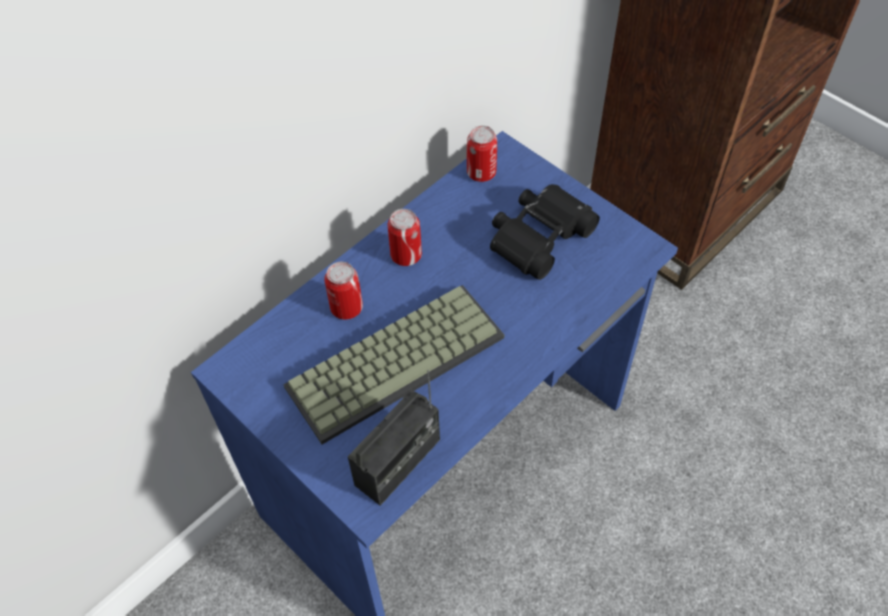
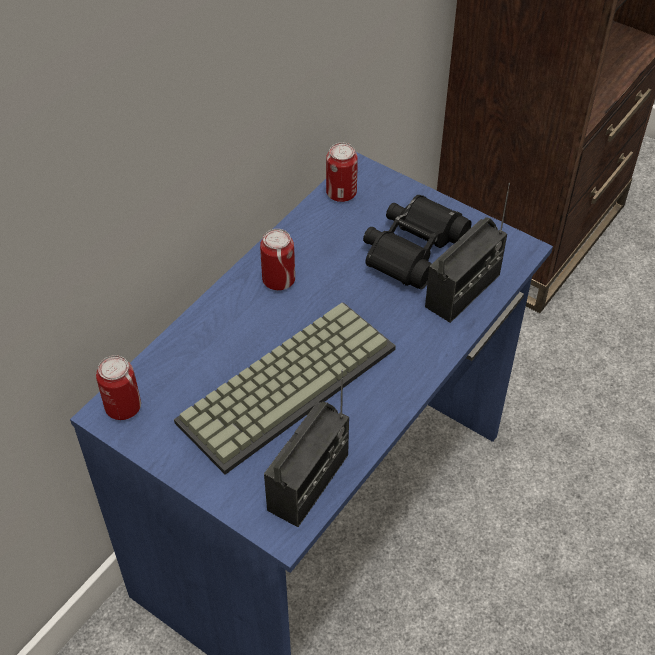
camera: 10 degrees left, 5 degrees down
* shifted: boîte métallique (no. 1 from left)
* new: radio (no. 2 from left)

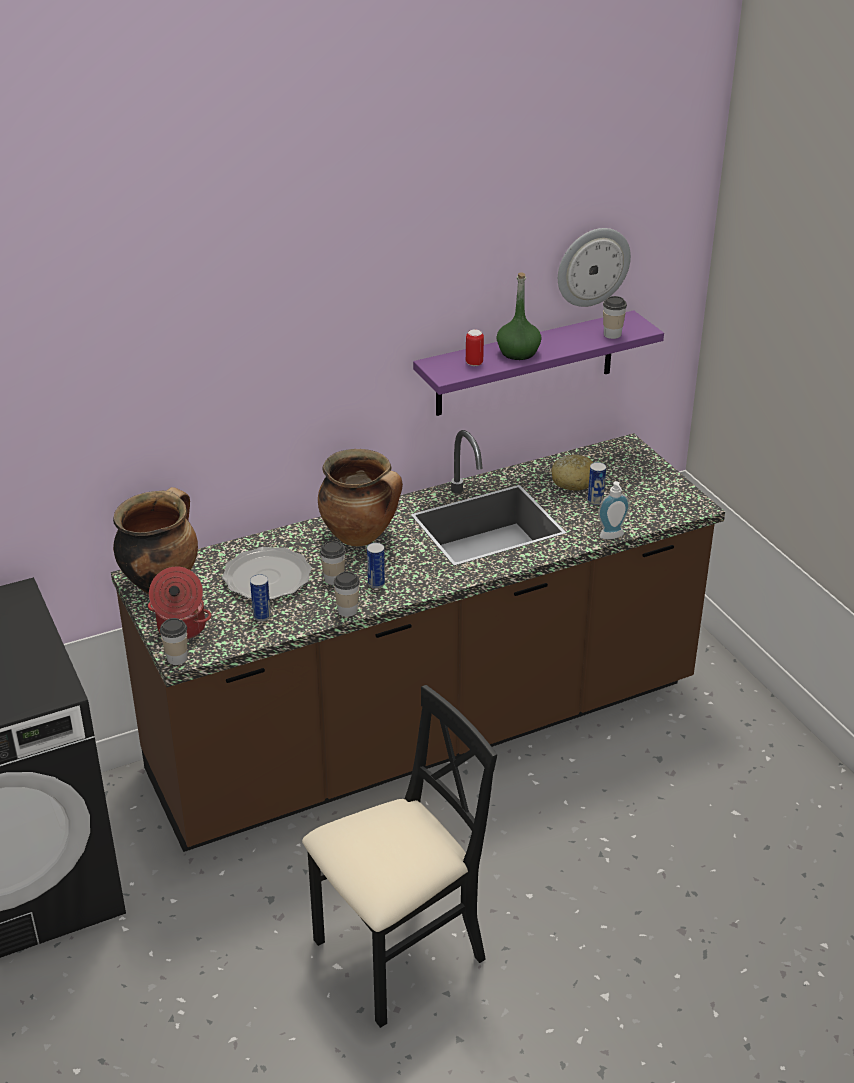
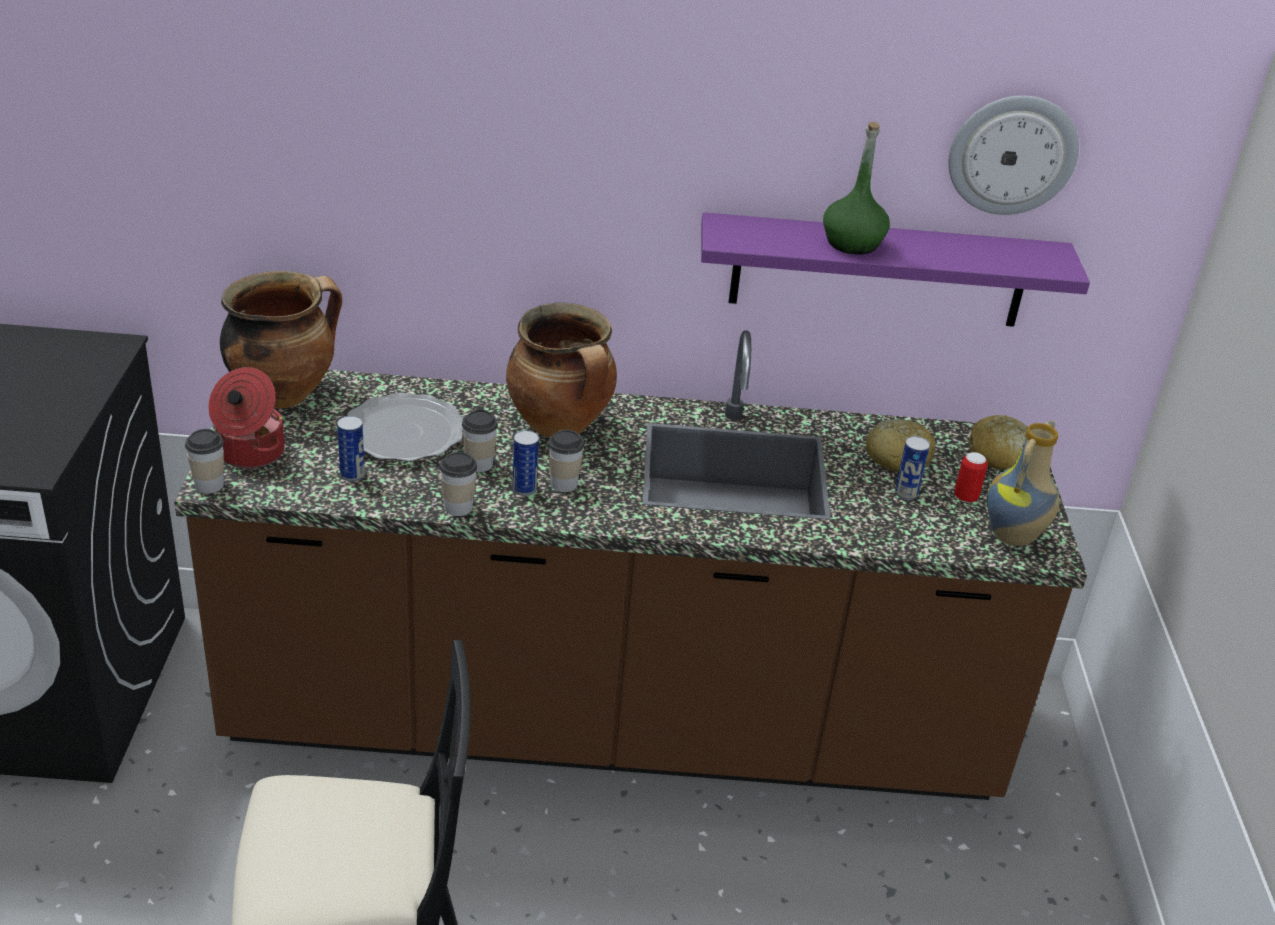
camera: 25 degrees right, 0 degrees up
* shifted: tasse (no. 4 from left)
* shifted: boîte métallique (no. 3 from left in the first image) to boîte métallique (no. 4 from left)
* new: pain (no. 2 from left)
* new: vase
* gone: distributeur de savon

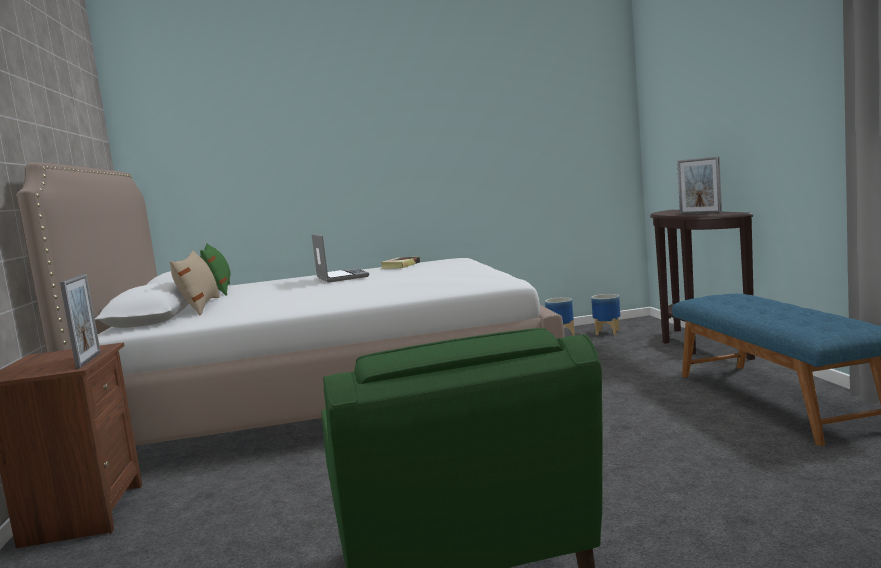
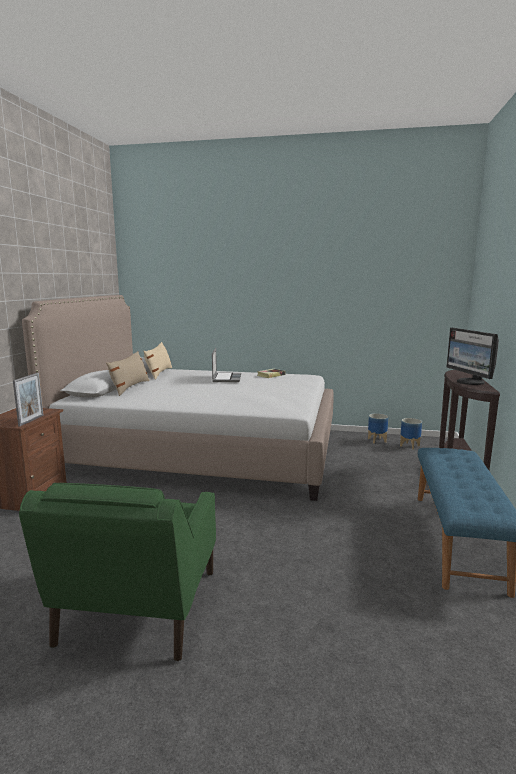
camera: 20 degrees right, 5 degrees up
* repainted: coussin (vert) to coussin (beige) (no. 2 from left)
* swapped: cadre photo (no. 2 from left) to écran d'ordinateur

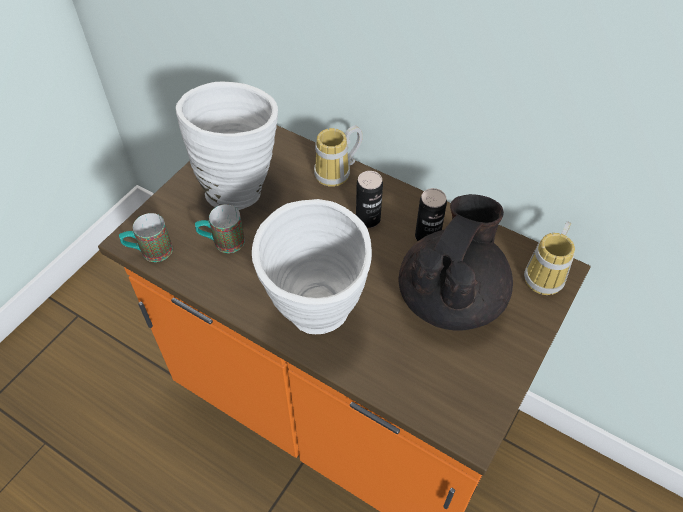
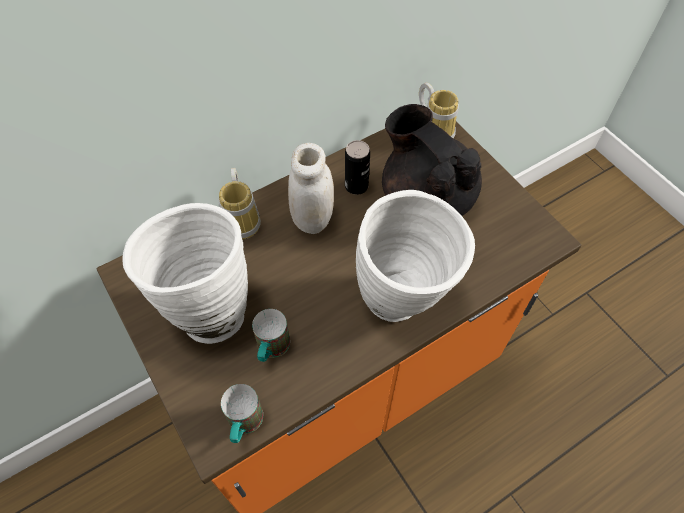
camera: 65 degrees left, 5 degrees up
* swapped: boîte métallique (no. 1 from left) to bocal (blanc)

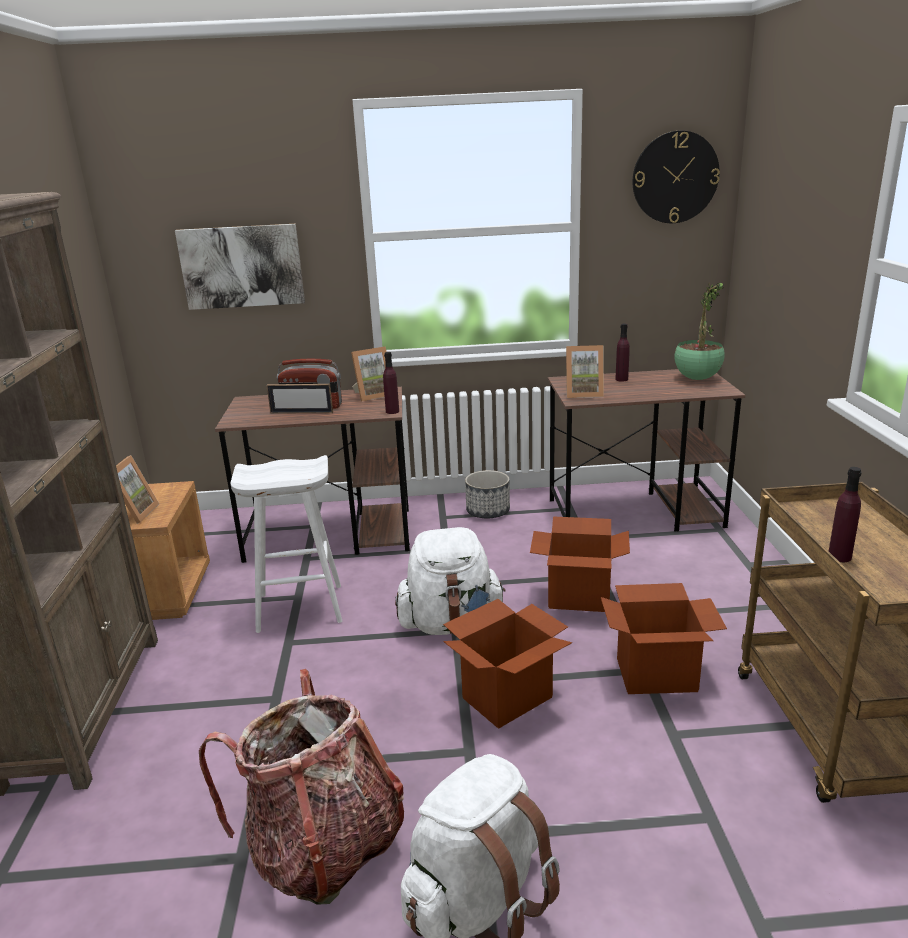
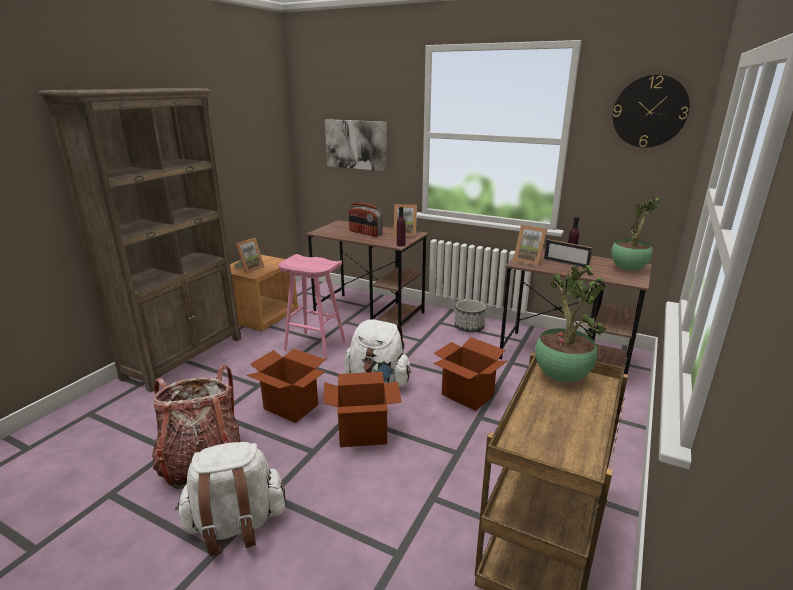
camera: 30 degrees right, 0 degrees up
* shifted: carton (no. 3 from left in the first image) to carton (no. 1 from left)
* repainted: tabouret (blanc) to tabouret (rose)
* new: plante en pot (no. 1 from left)
* shifted: cadre photo (no. 2 from left in the first image) to cadre photo (no. 4 from left)
* gone: bouteille (violet) (no. 3 from left)

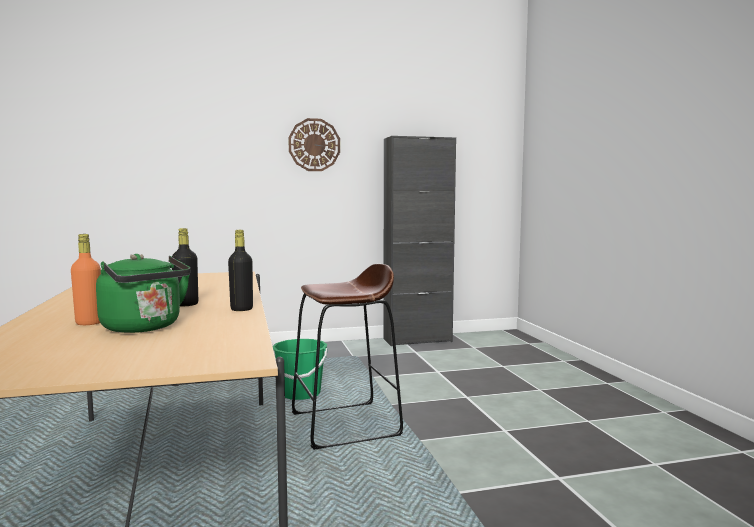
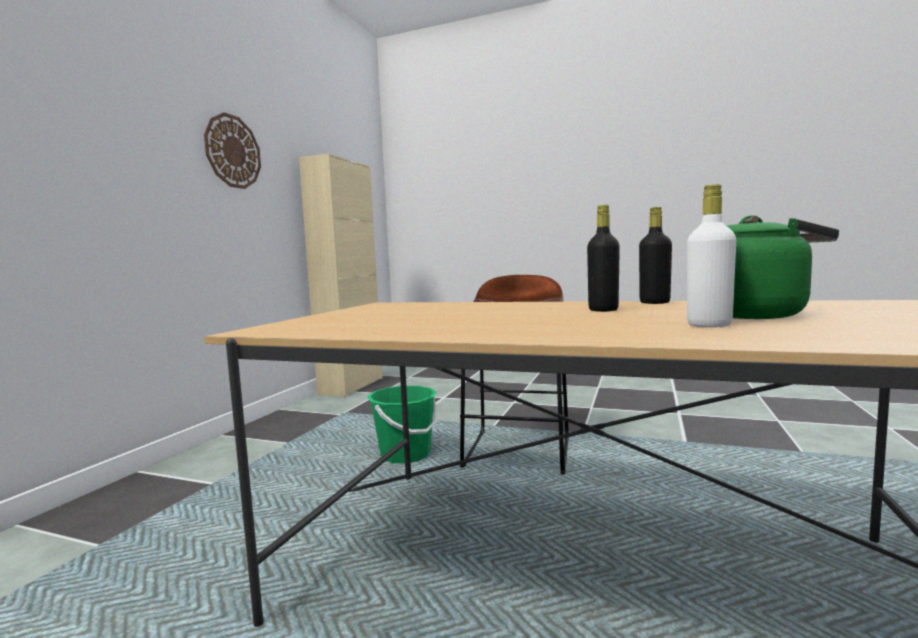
camera: 55 degrees left, 0 degrees up
* repainted: meuble de rangement (noir) to meuble de rangement (beige)
* repainted: bouteille (orange) to bouteille (blanc)

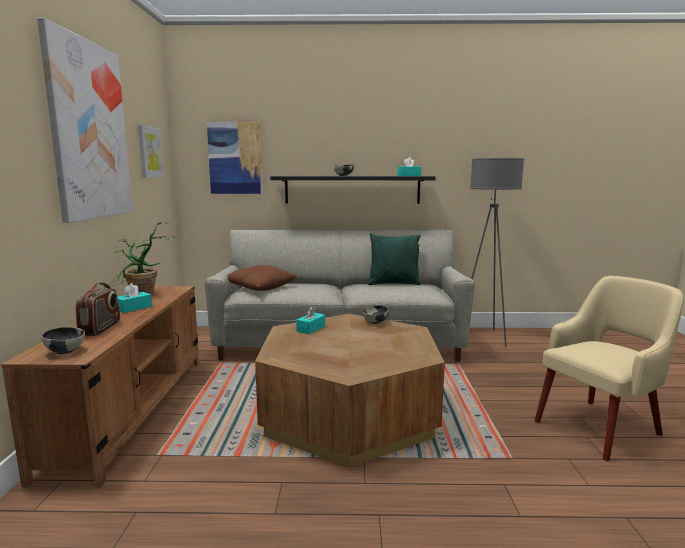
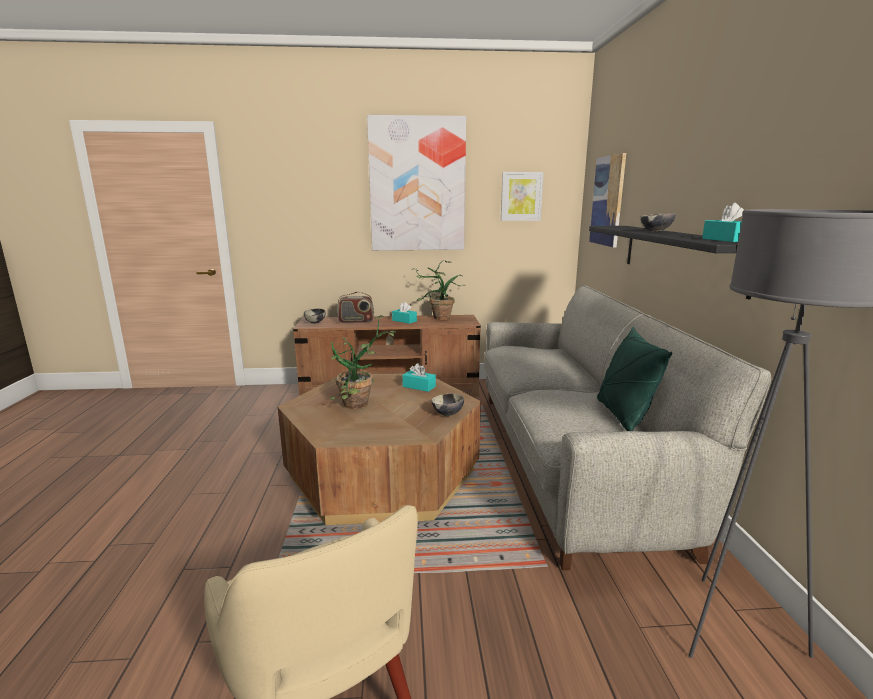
camera: 85 degrees right, 5 degrees up
* new: plante en pot (no. 1 from left)
* gone: coussin (marron)

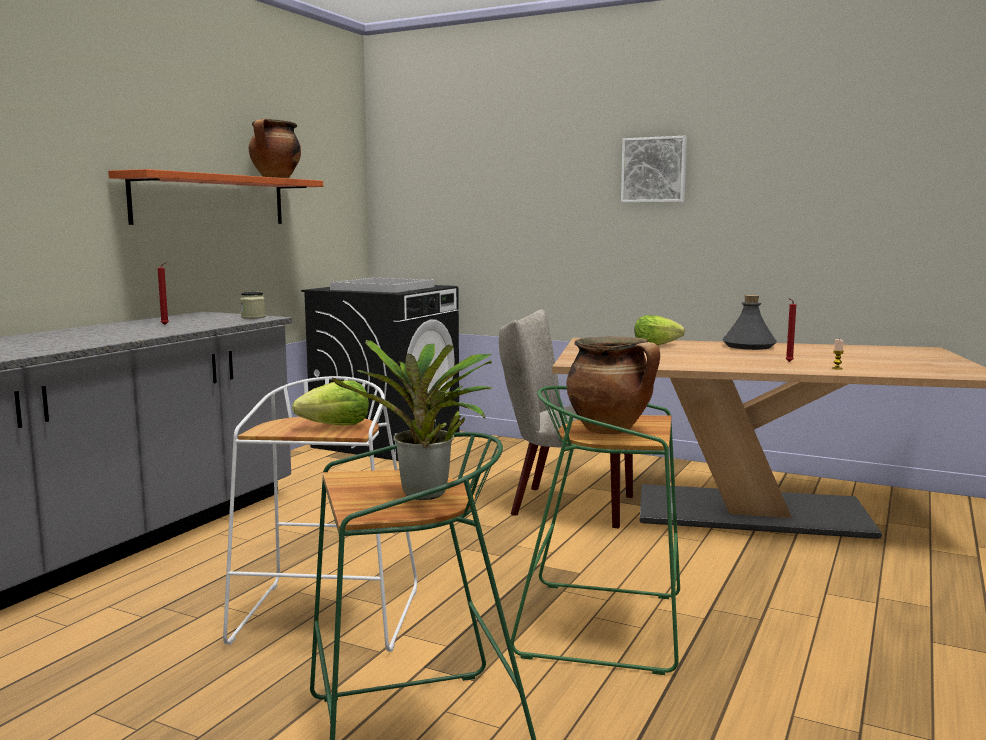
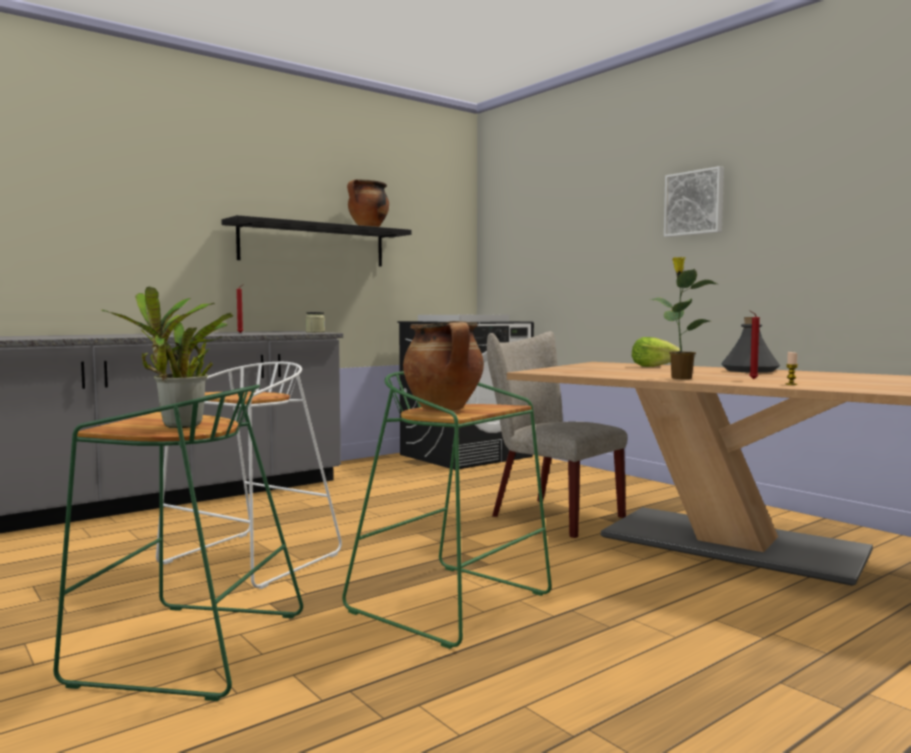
camera: 25 degrees right, 5 degrees down
* repainted: étagère (orange) to étagère (noir)
* new: plante en pot (no. 2 from left)
* gone: laitue (no. 1 from left)

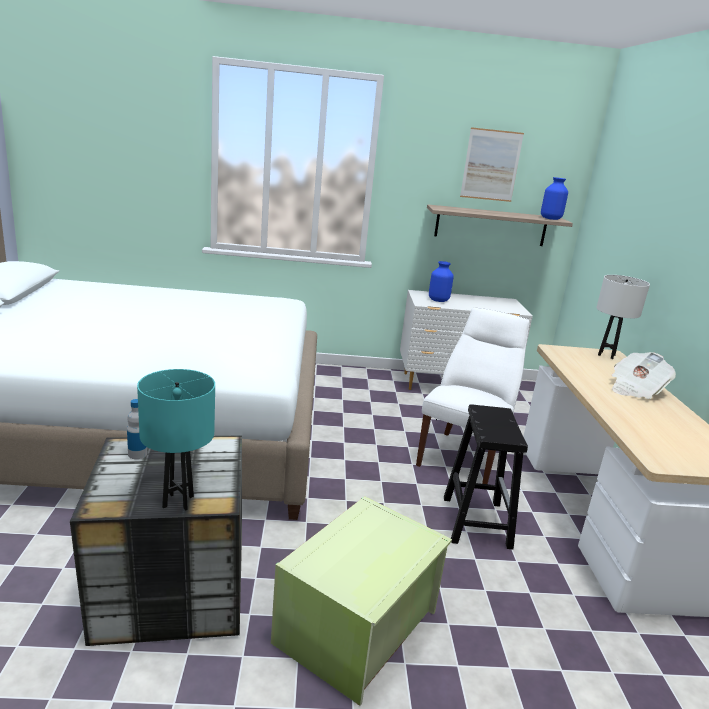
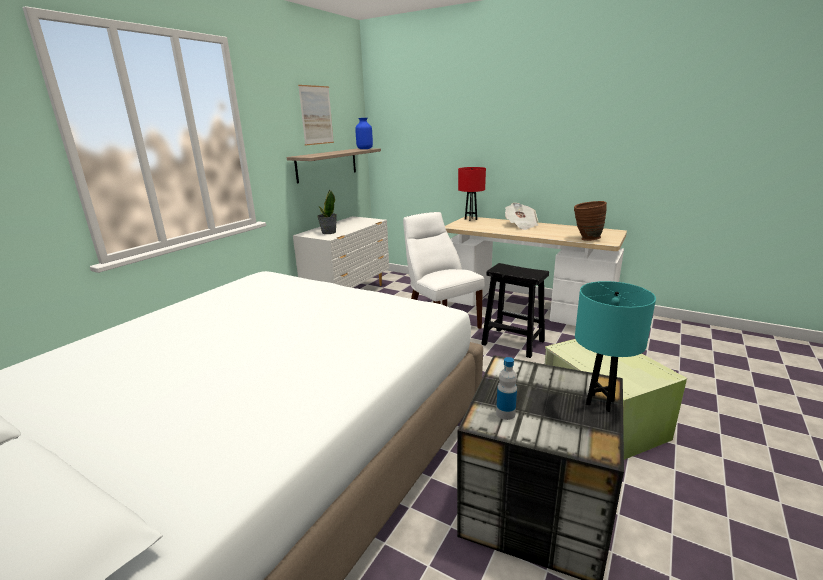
camera: 55 degrees left, 0 degrees up
* swapped: vase (bleu) (no. 1 from left) to plante en pot
* repainted: lampe de table (blanc) to lampe de table (rouge)
* new: vase (marron)

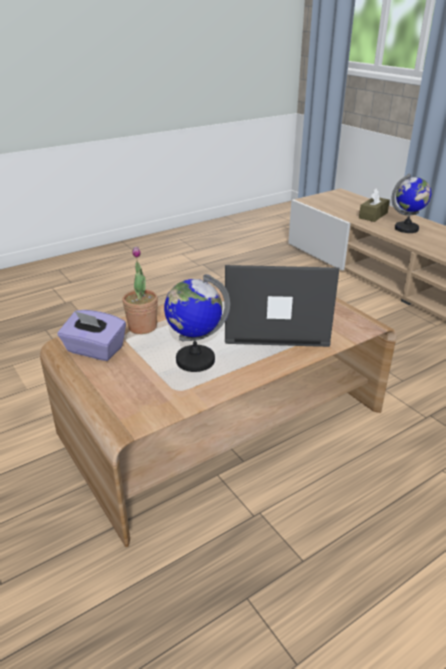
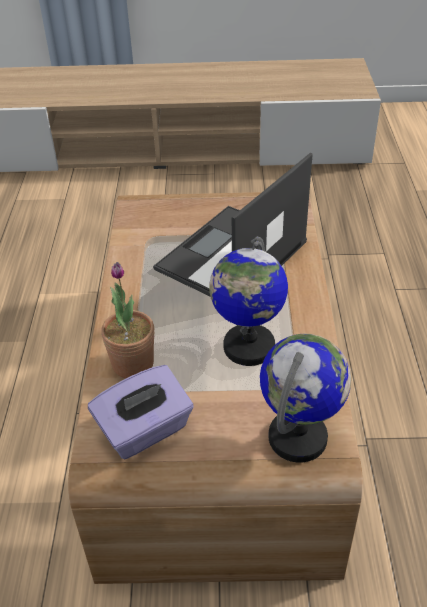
camera: 55 degrees left, 10 degrees up
* shifted: globe (no. 2 from left)
* gone: boîte à mouchoirs (marron)

